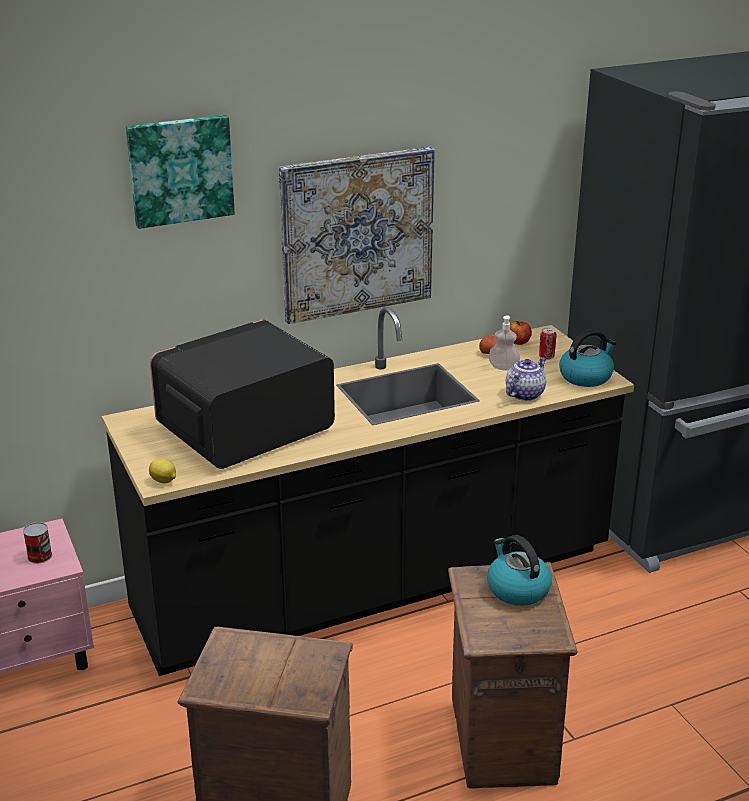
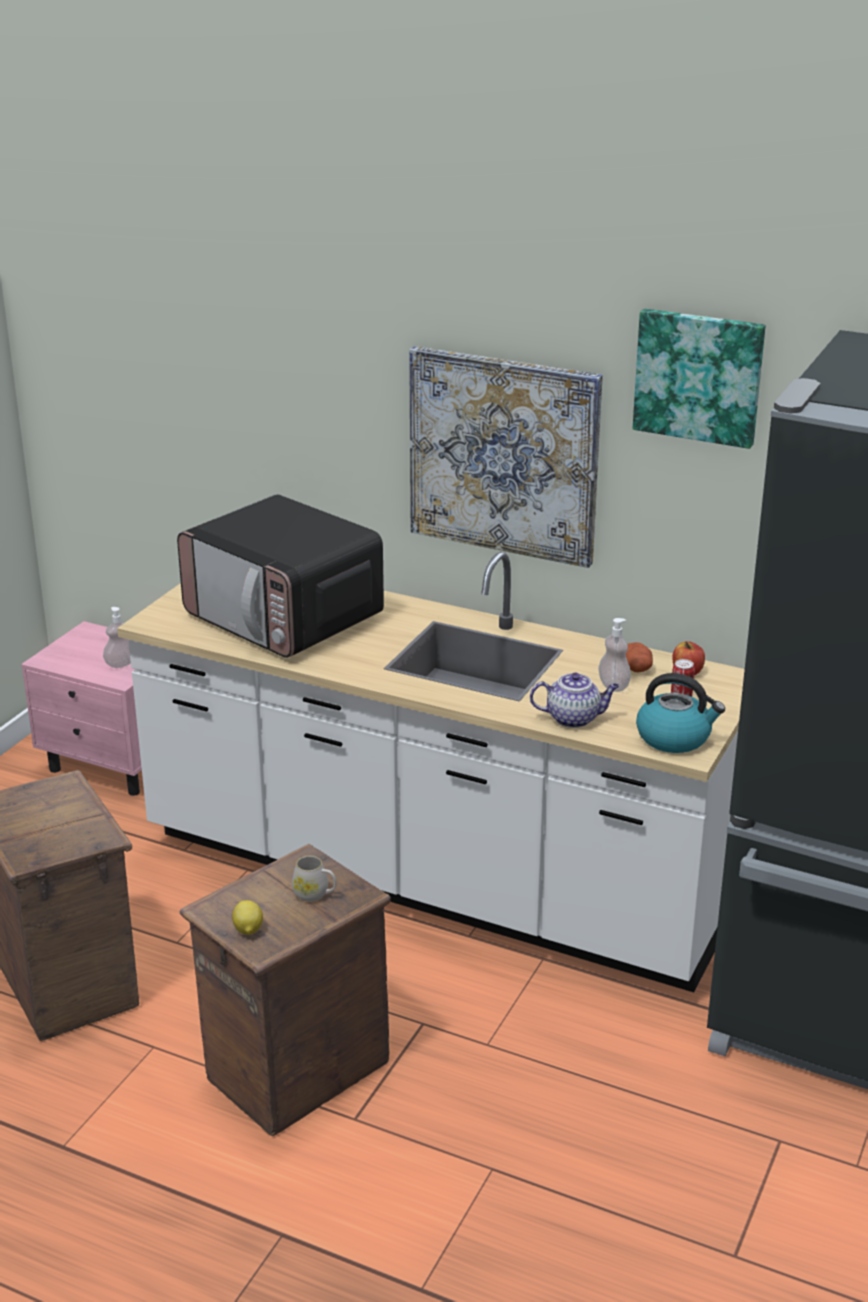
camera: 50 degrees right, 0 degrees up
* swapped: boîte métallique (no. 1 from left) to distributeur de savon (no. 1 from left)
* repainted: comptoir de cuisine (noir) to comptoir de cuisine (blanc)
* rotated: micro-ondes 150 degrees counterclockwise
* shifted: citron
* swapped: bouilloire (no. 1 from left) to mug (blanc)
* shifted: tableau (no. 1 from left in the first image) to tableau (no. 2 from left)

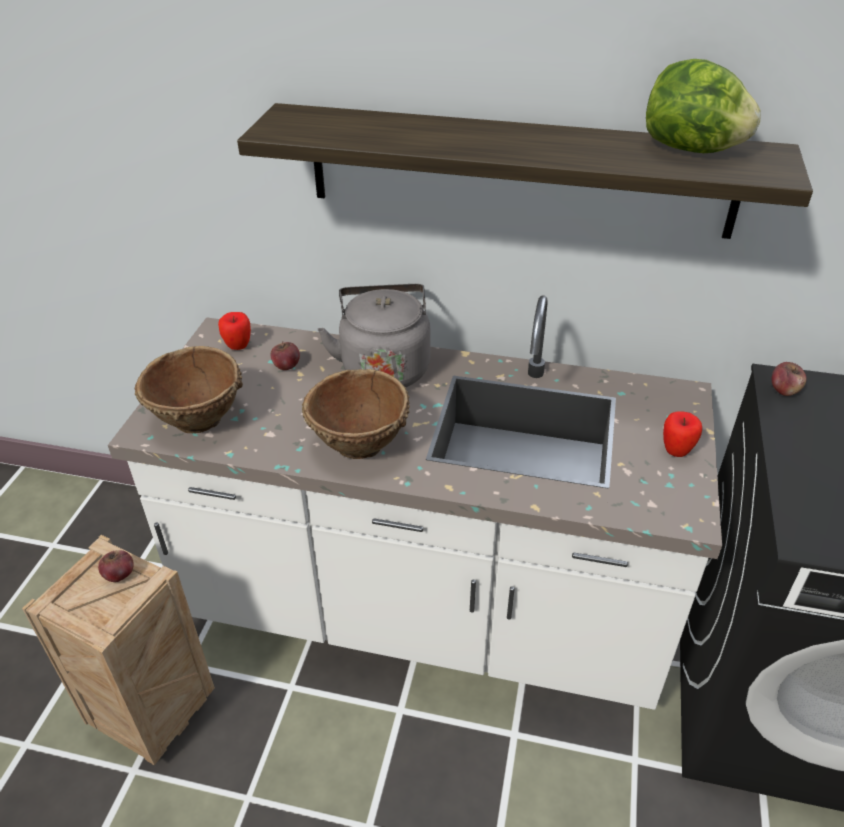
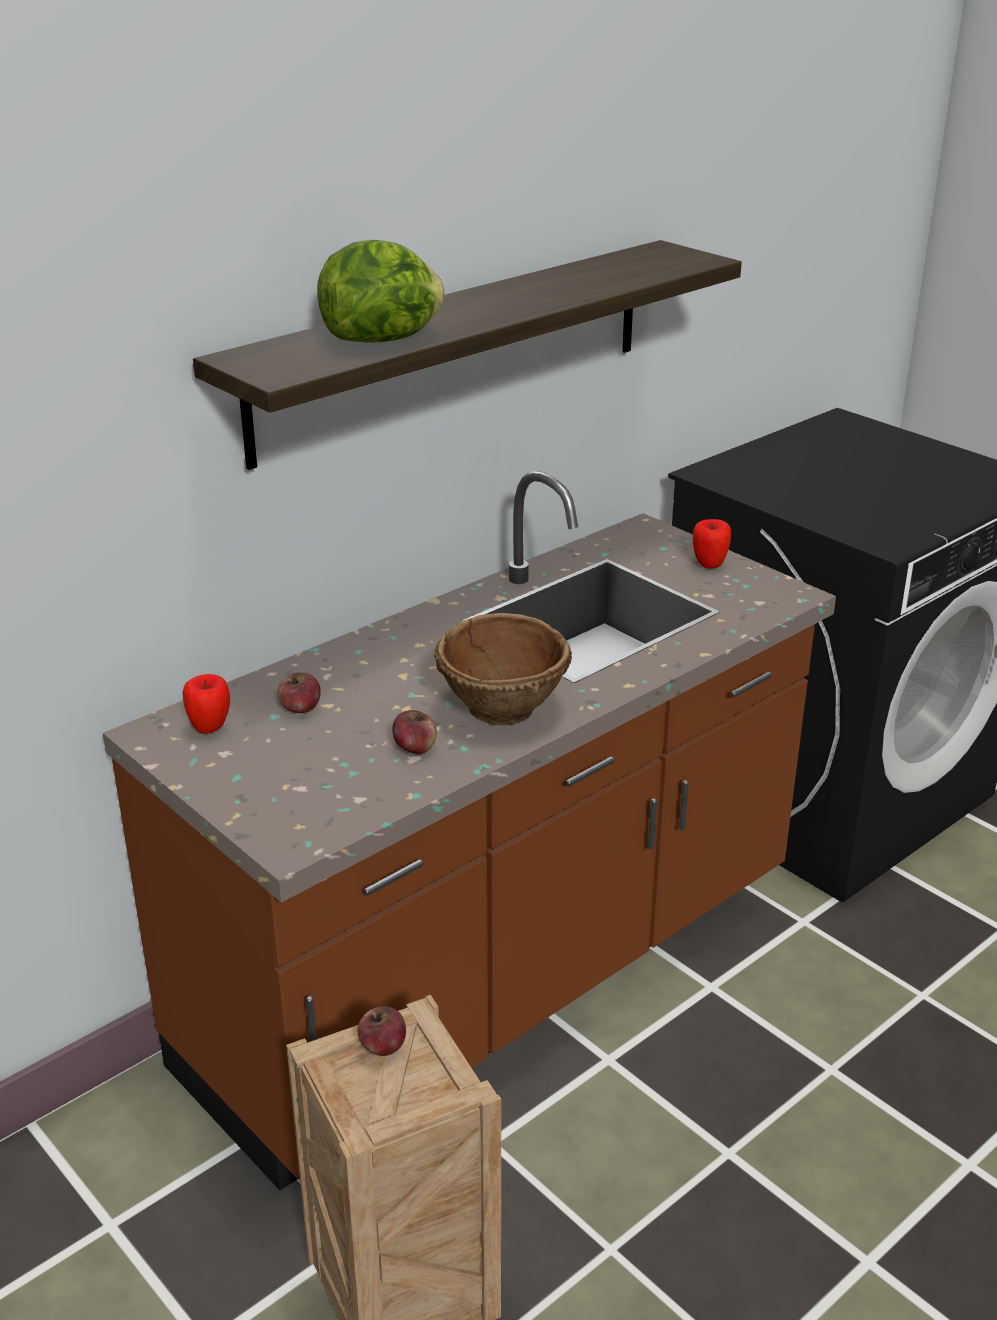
camera: 55 degrees left, 10 degrees down
* repainted: comptoir de cuisine (blanc) to comptoir de cuisine (marron)
* shifted: laitue
* shifted: pomme (no. 5 from left in the first image) to pomme (no. 4 from left)
* gone: bol (marron) (no. 1 from left)
* gone: bouilloire (gris)

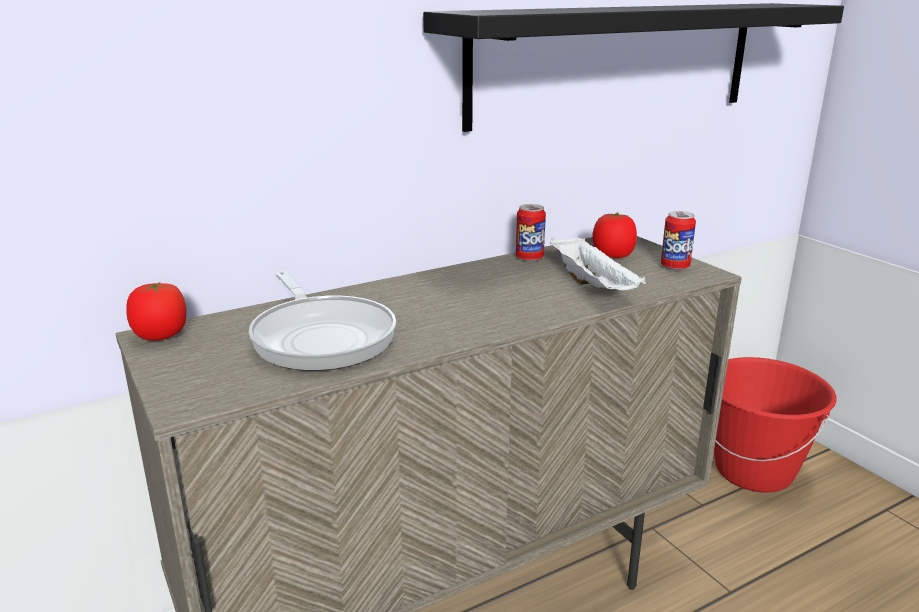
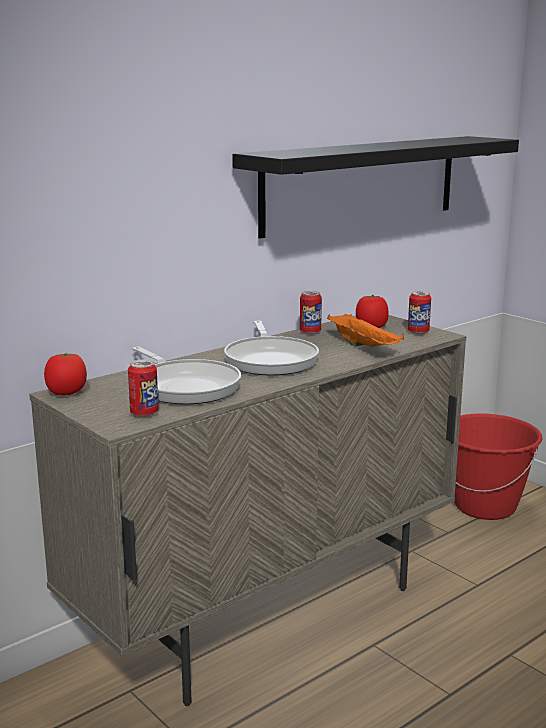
camera: 10 degrees left, 5 degrees down
* new: boîte métallique (no. 1 from left)
* new: poêle (no. 2 from left)
* repainted: plateau (blanc) to plateau (orange)

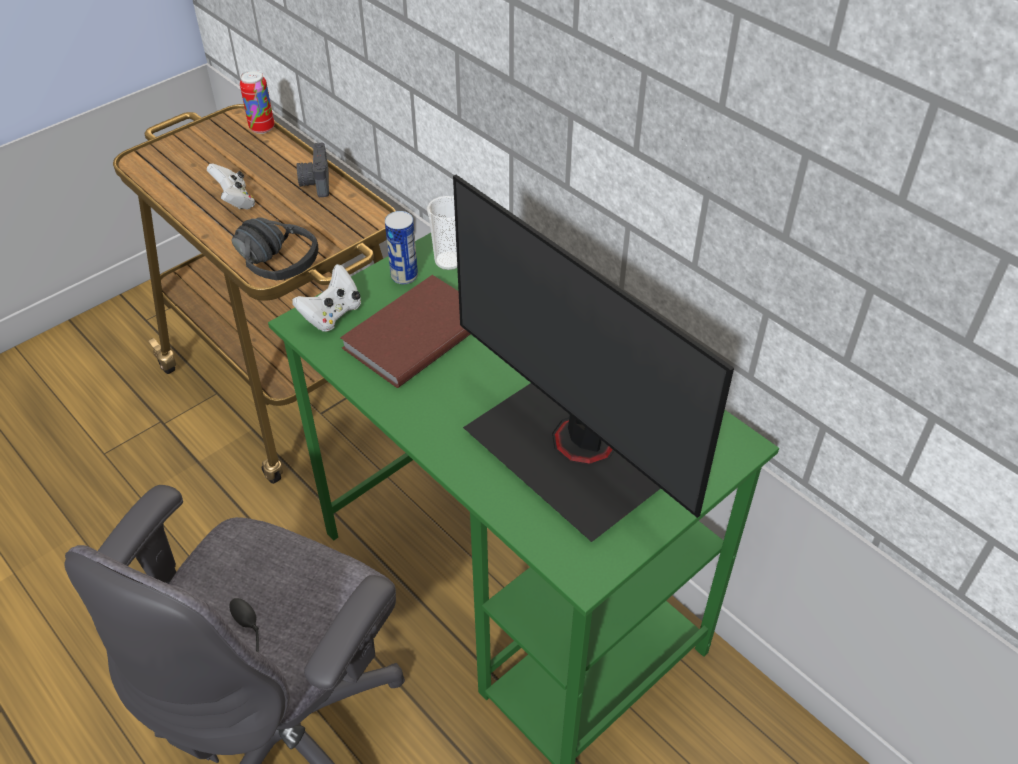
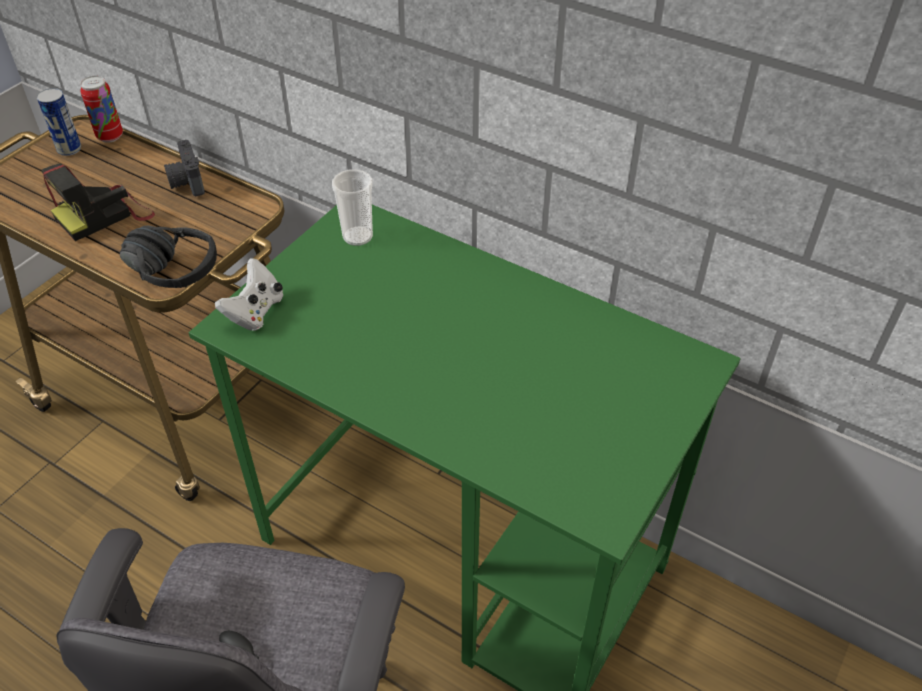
camera: 15 degrees left, 0 degrees up
* shifted: boîte métallique (no. 2 from left in the first image) to boîte métallique (no. 1 from left)
* swapped: manette (blanc) (no. 1 from left) to appareil photo (no. 1 from left)
* gone: livre (marron)
* gone: écran d'ordinateur

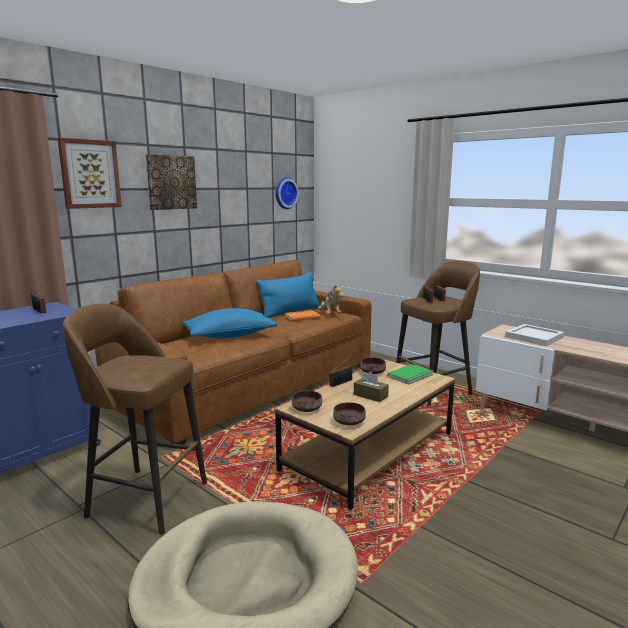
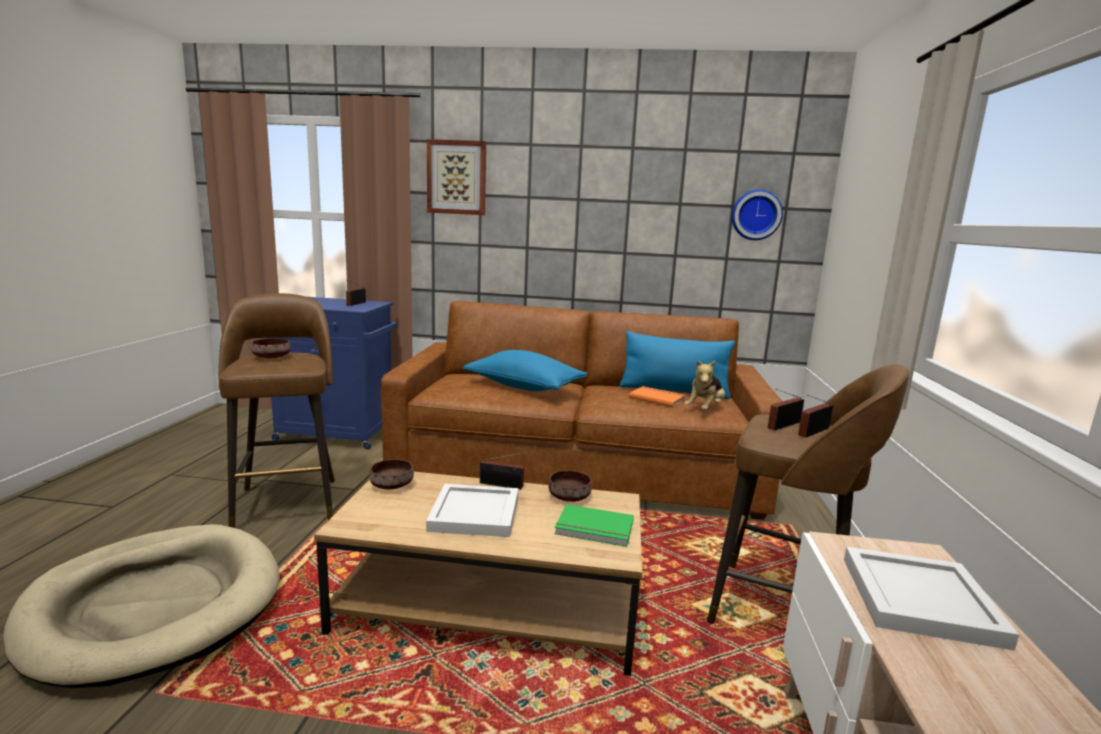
camera: 55 degrees right, 0 degrees up
* shifted: bol (marron) (no. 2 from left in the first image) to bol (marron) (no. 1 from left)
* swapped: boîte à mouchoirs (marron) to plateau (blanc) (no. 1 from left)
* gone: tableau (no. 2 from left)

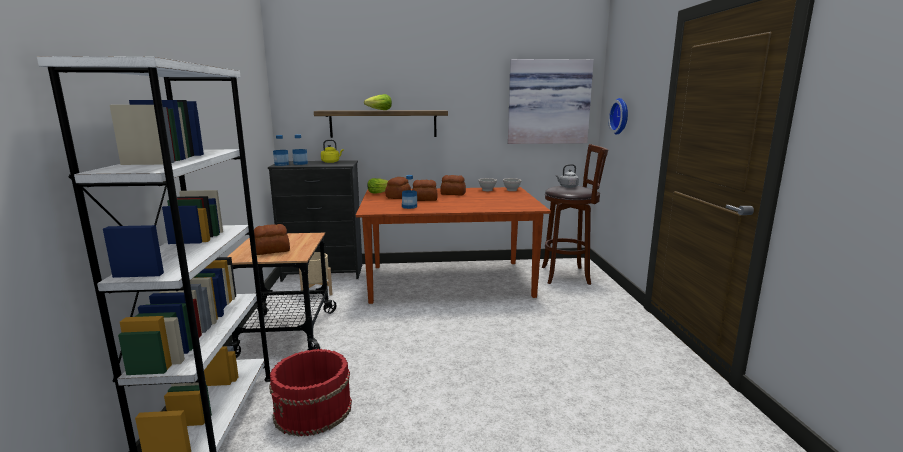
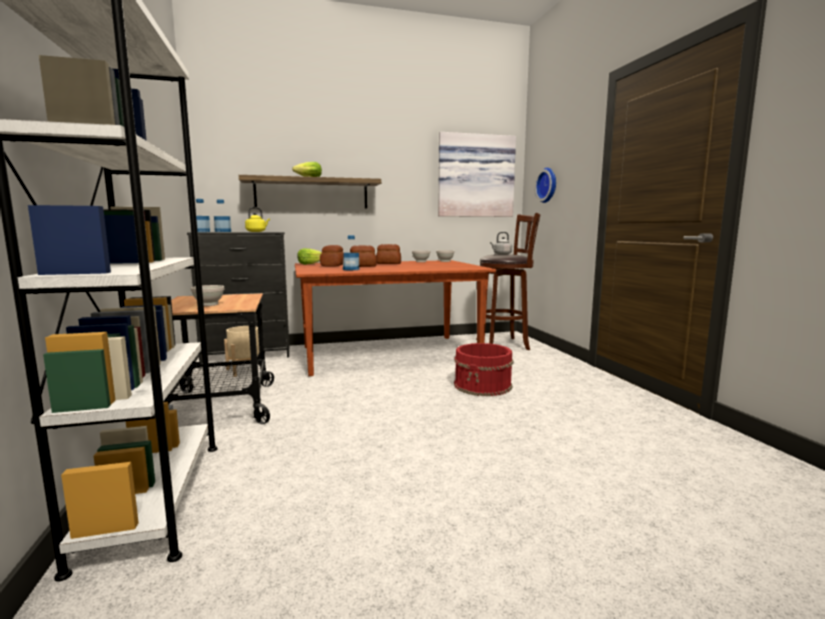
camera: 10 degrees left, 5 degrees down
* swapped: pain (no. 1 from left) to bol (blanc) (no. 1 from left)
* shifted: seau (rouge)

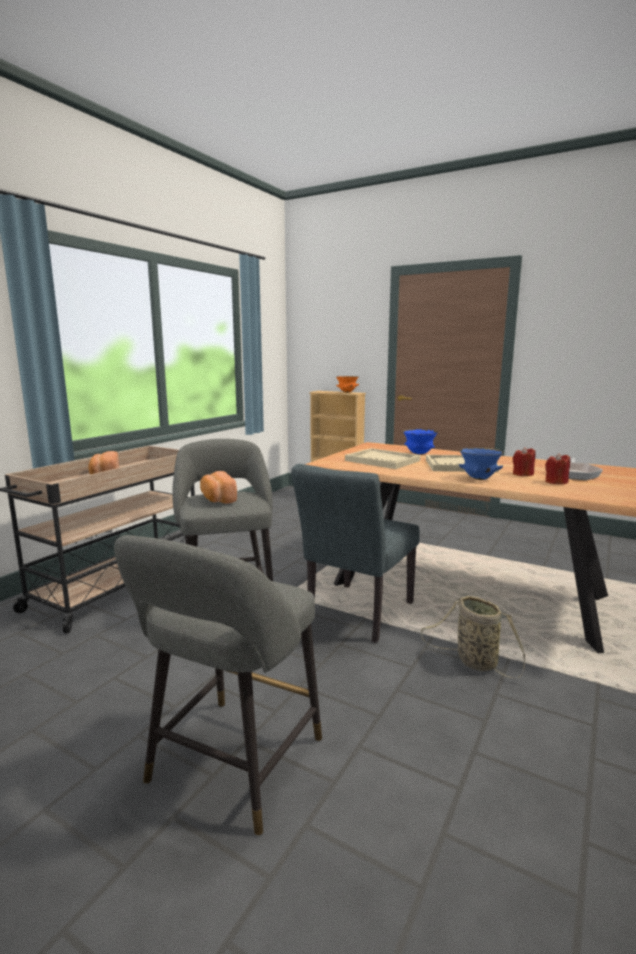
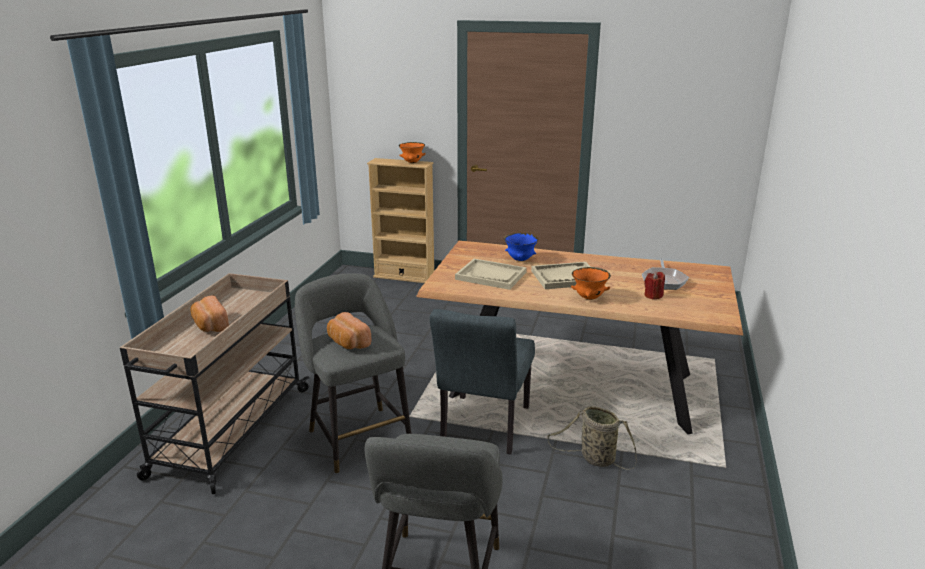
camera: 15 degrees left, 10 degrees up
* repainted: bol (bleu) (no. 2 from left) to bol (orange) (no. 2 from left)
* gone: bougie (rouge) (no. 1 from left)

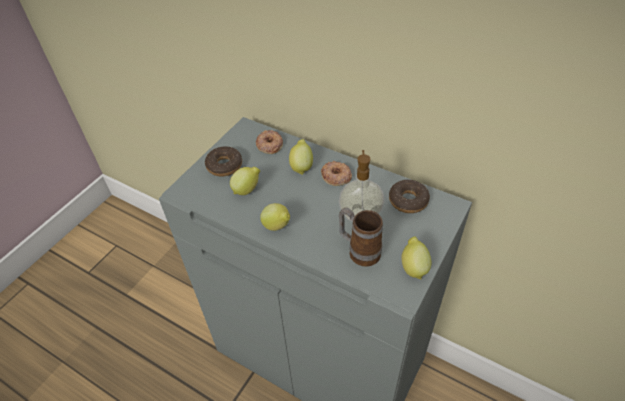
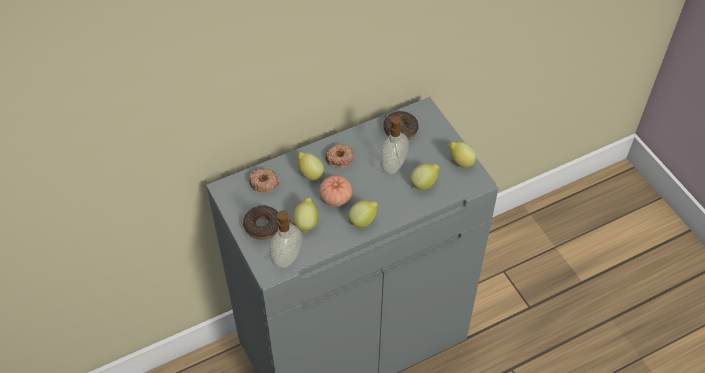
camera: 60 degrees left, 5 degrees up
* new: distributeur de savon (no. 1 from left)
* new: tomate
* swapped: mug to citron (no. 4 from left)

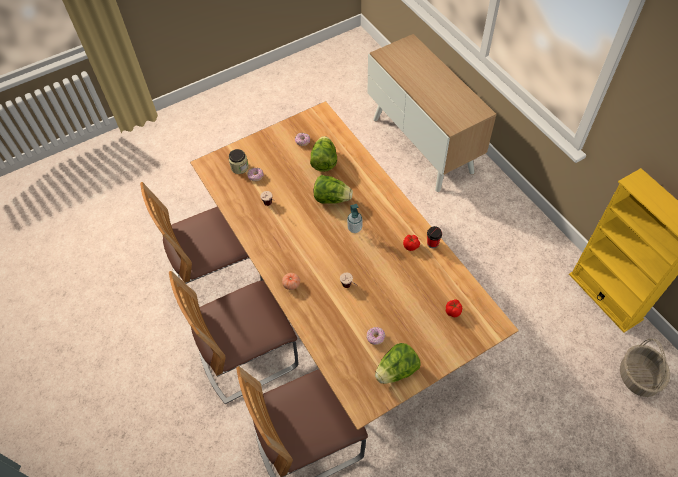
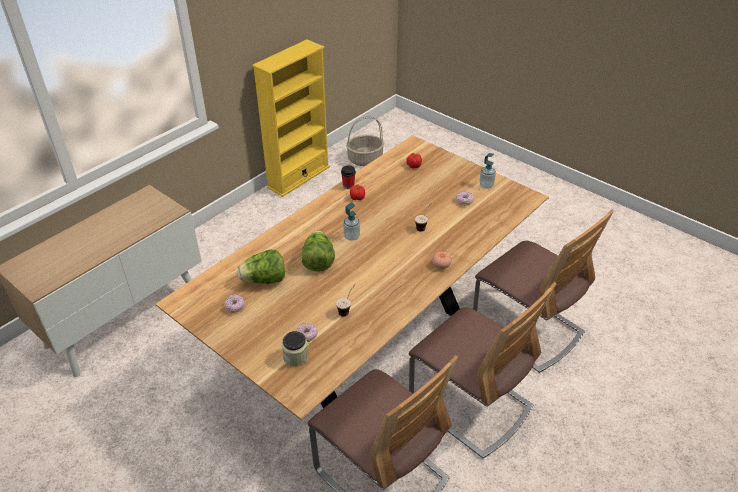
camera: 110 degrees left, 15 degrees down
* swapped: laitue (no. 3 from left) to distributeur de savon (no. 2 from left)

